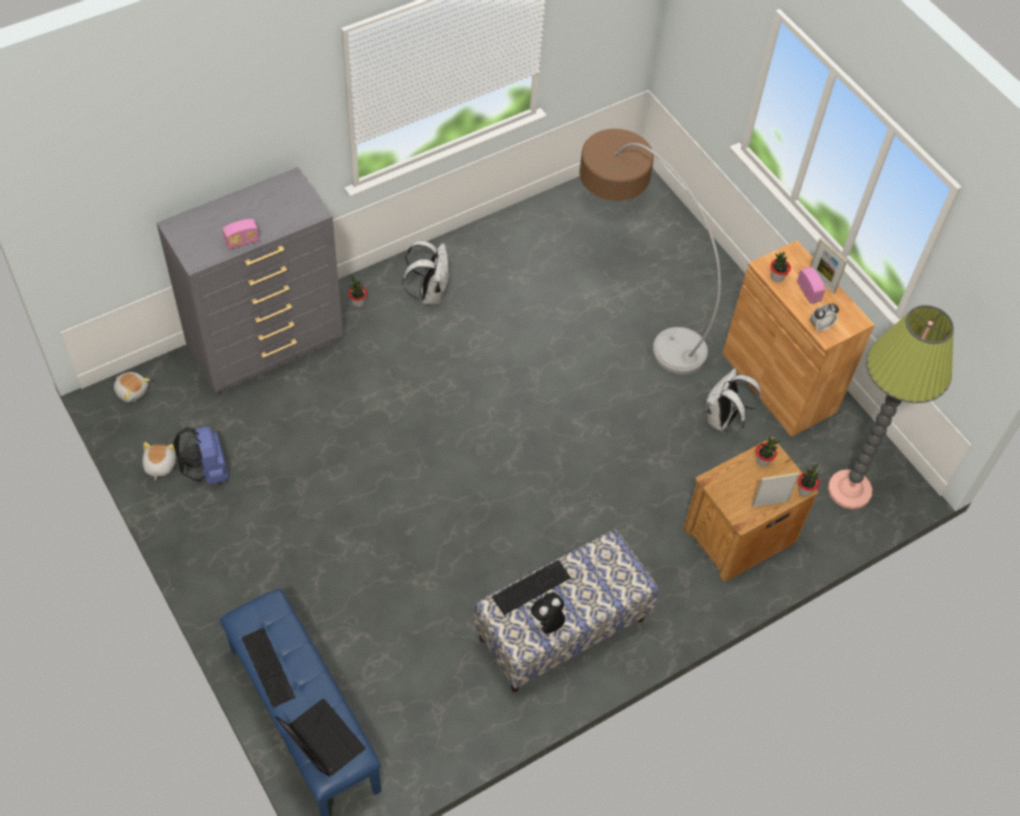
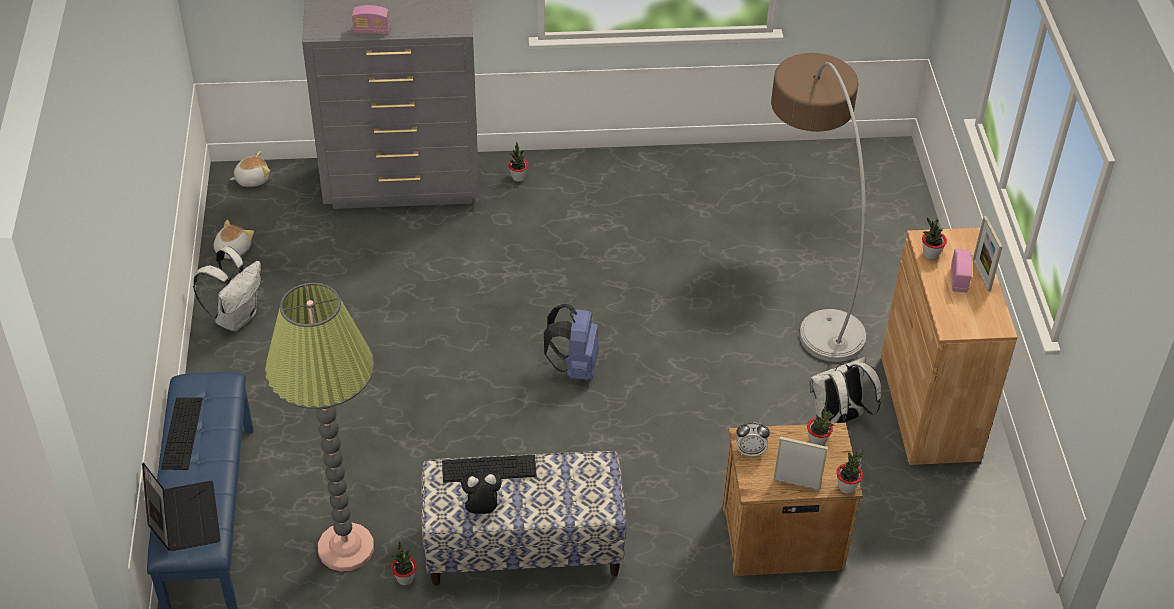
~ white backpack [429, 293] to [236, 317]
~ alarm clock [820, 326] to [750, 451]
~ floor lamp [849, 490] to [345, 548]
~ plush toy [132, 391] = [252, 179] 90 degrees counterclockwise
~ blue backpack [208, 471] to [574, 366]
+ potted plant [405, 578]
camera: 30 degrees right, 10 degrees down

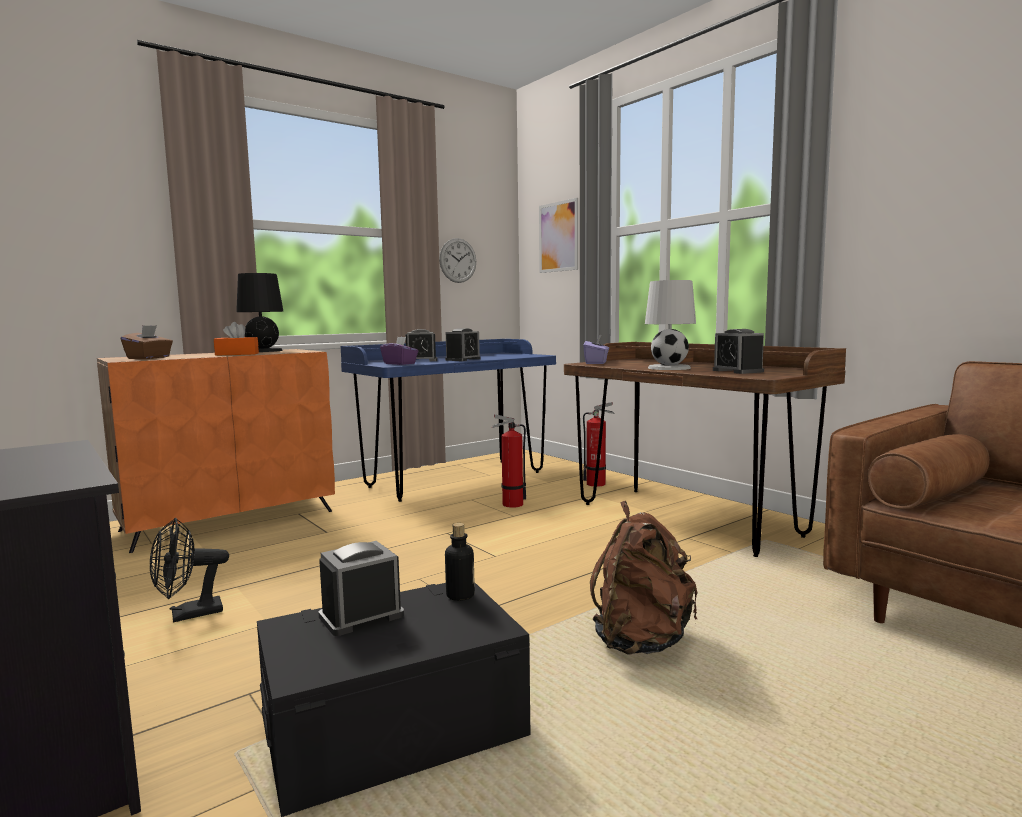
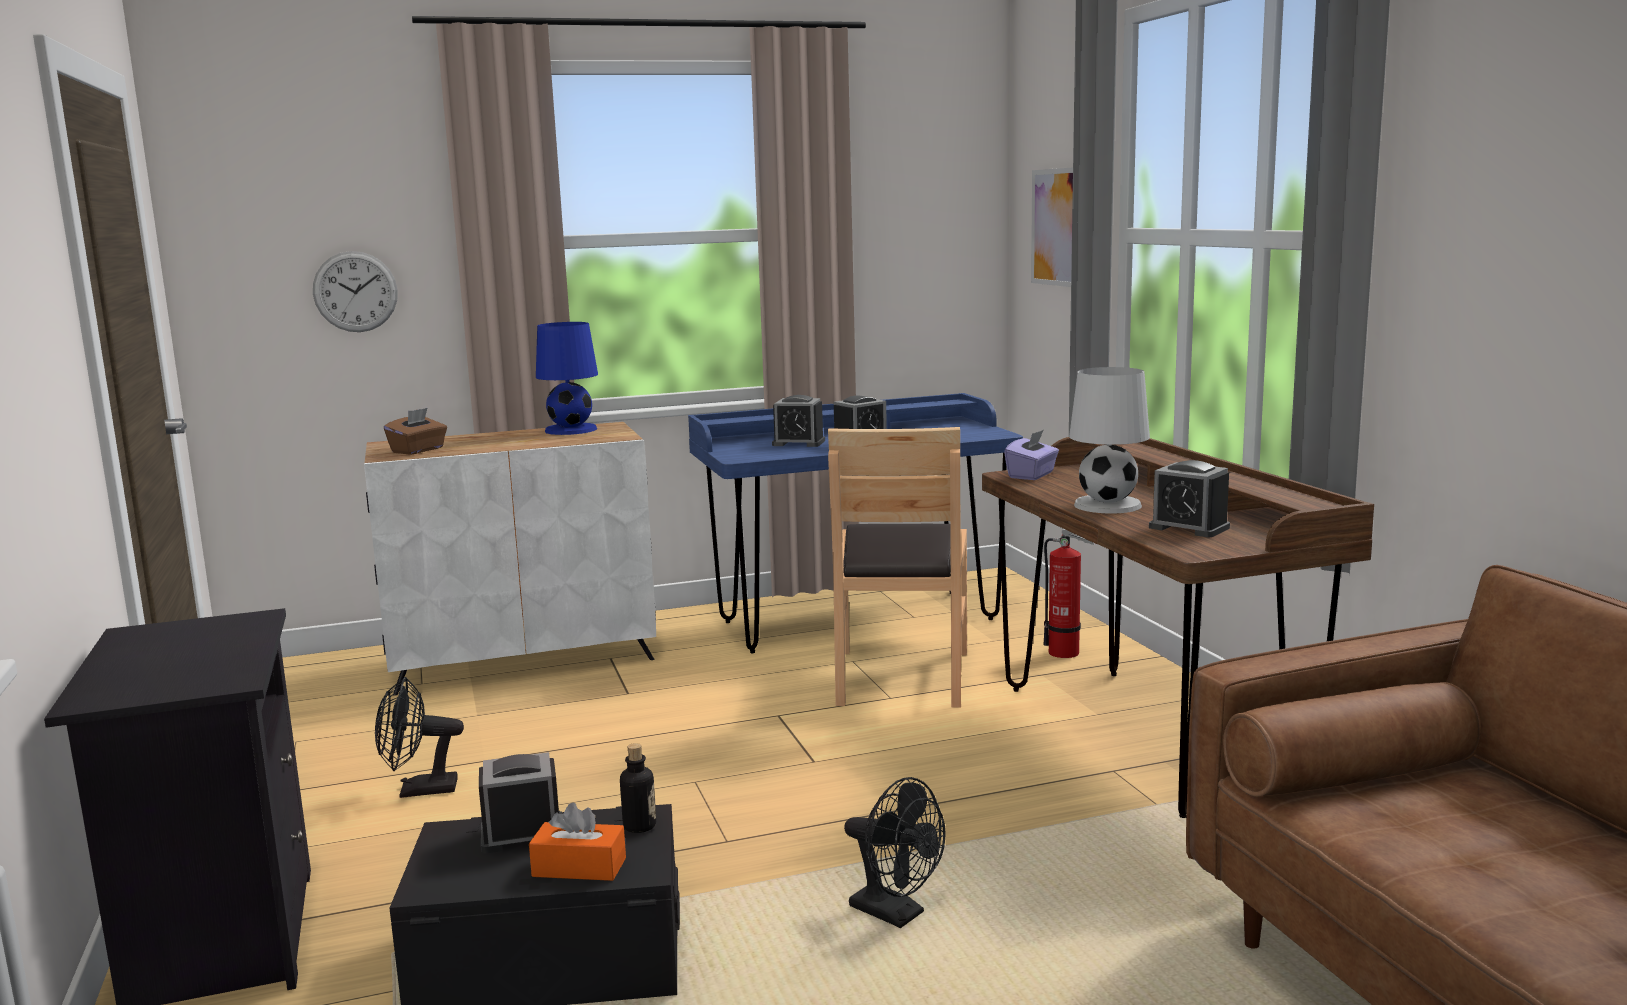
~ wall clock [458, 260] to [355, 291]
~ black table lamp [263, 351] to blue table lamp [571, 430]
~ orange tissue box [237, 354] to [579, 867]
~ alarm clock [737, 371] = [1189, 527] 45 degrees counterclockwise
- purple tissue box [400, 364]
~ orange cabinet [230, 520] to white cabinet [524, 659]
~ fire extinguisher [510, 504] to brown chair [900, 677]
~ brown backpack [641, 641] to black fan [896, 914]
camera: 20 degrees right, 5 degrees up

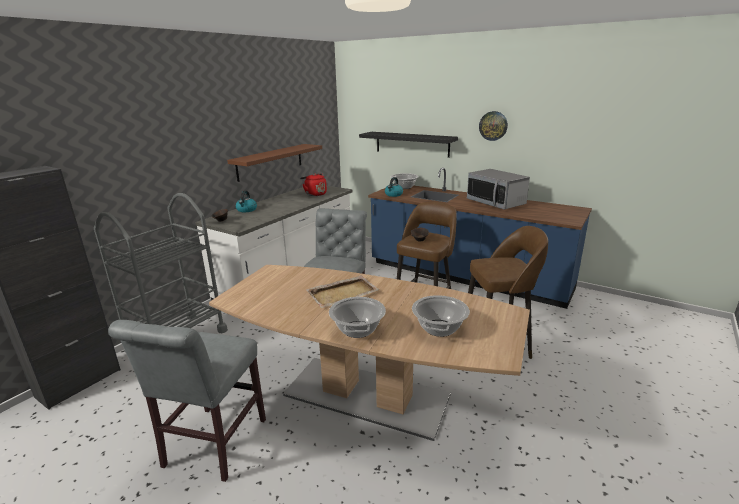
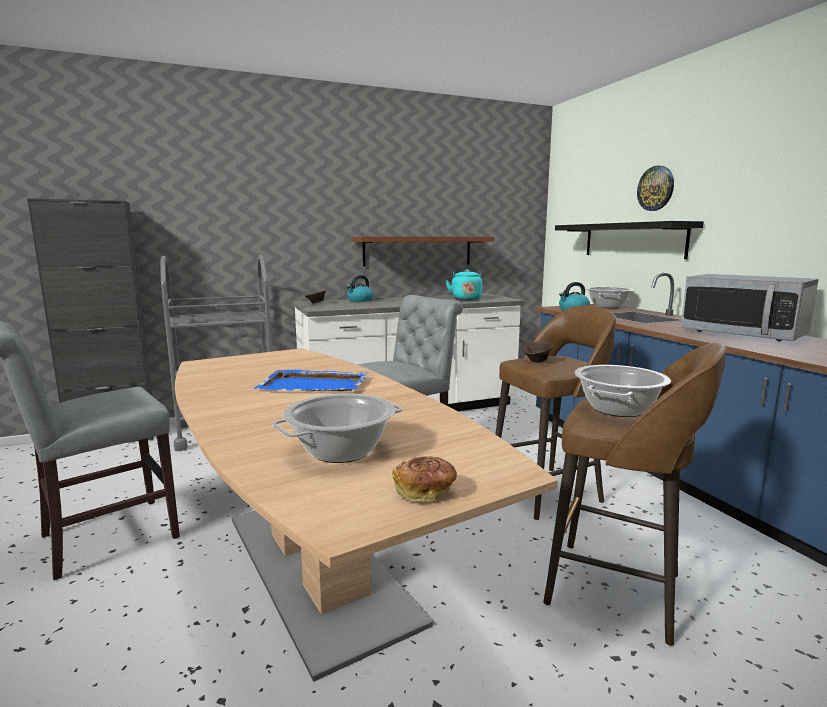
~ wall clock [493, 126] to [656, 188]
~ microwave [496, 203] = [743, 334] 45 degrees counterclockwise
~ red kettle [314, 194] to turquoise kettle [465, 299]
~ beige tray [343, 293] to blue tray [314, 385]
~ cooking pot [358, 329] to [618, 409]
+ bread [425, 492]
camera: 35 degrees right, 10 degrees down

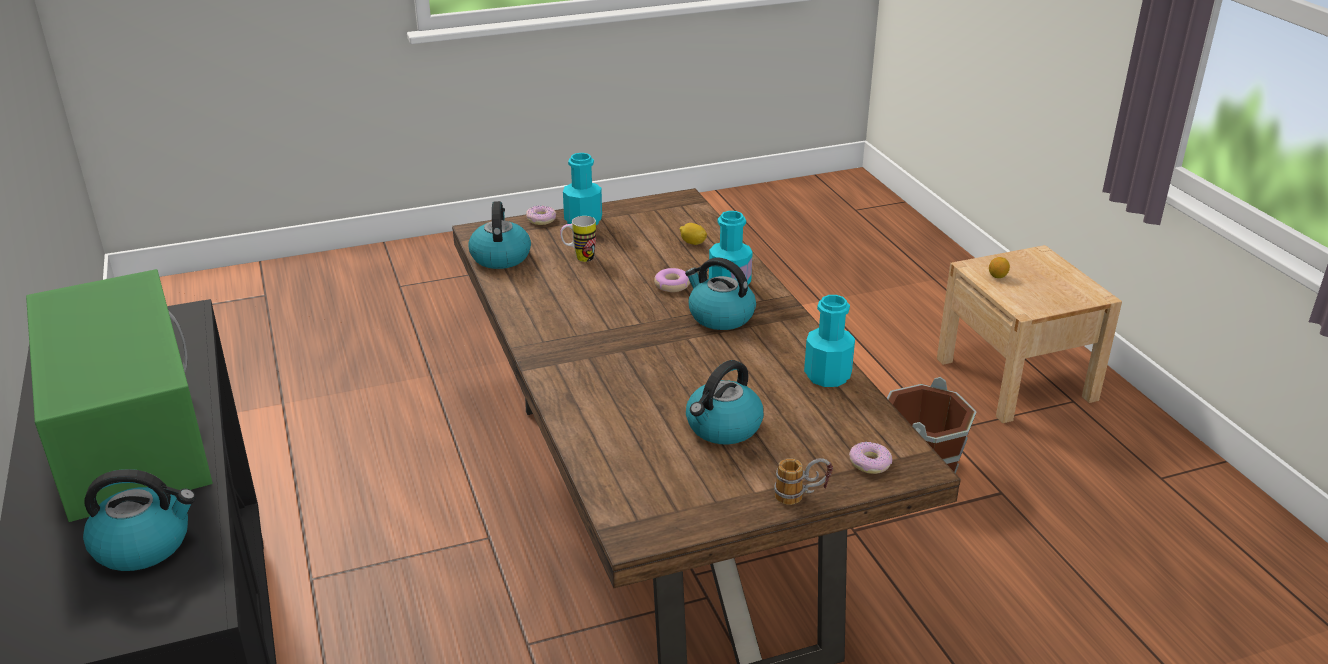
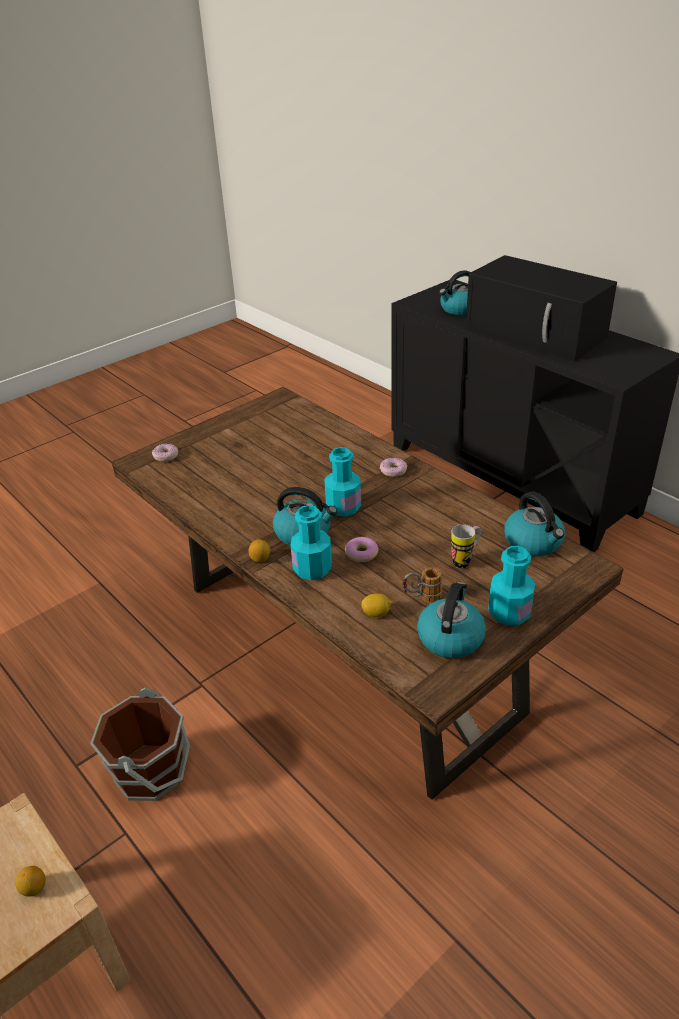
~ donut [541, 219] to [393, 471]
~ green microwave [127, 430] to black microwave [537, 333]
~ turquoise bottle [827, 375] to [343, 507]
~ kettle [723, 427] to [450, 637]
~ mug [801, 496] to [421, 597]
+ lemon [260, 559]
camera: 160 degrees right, 5 degrees up

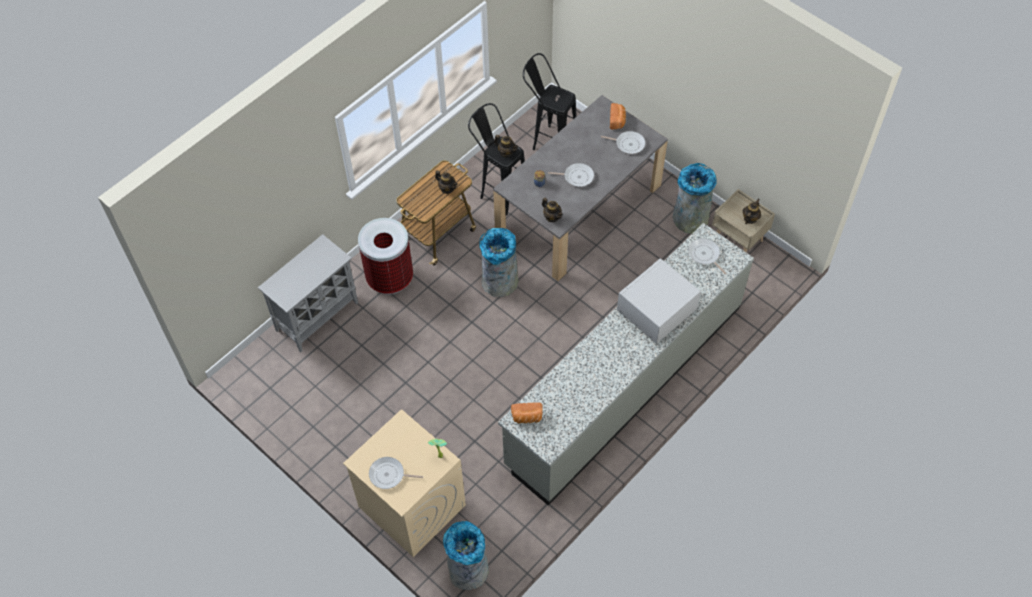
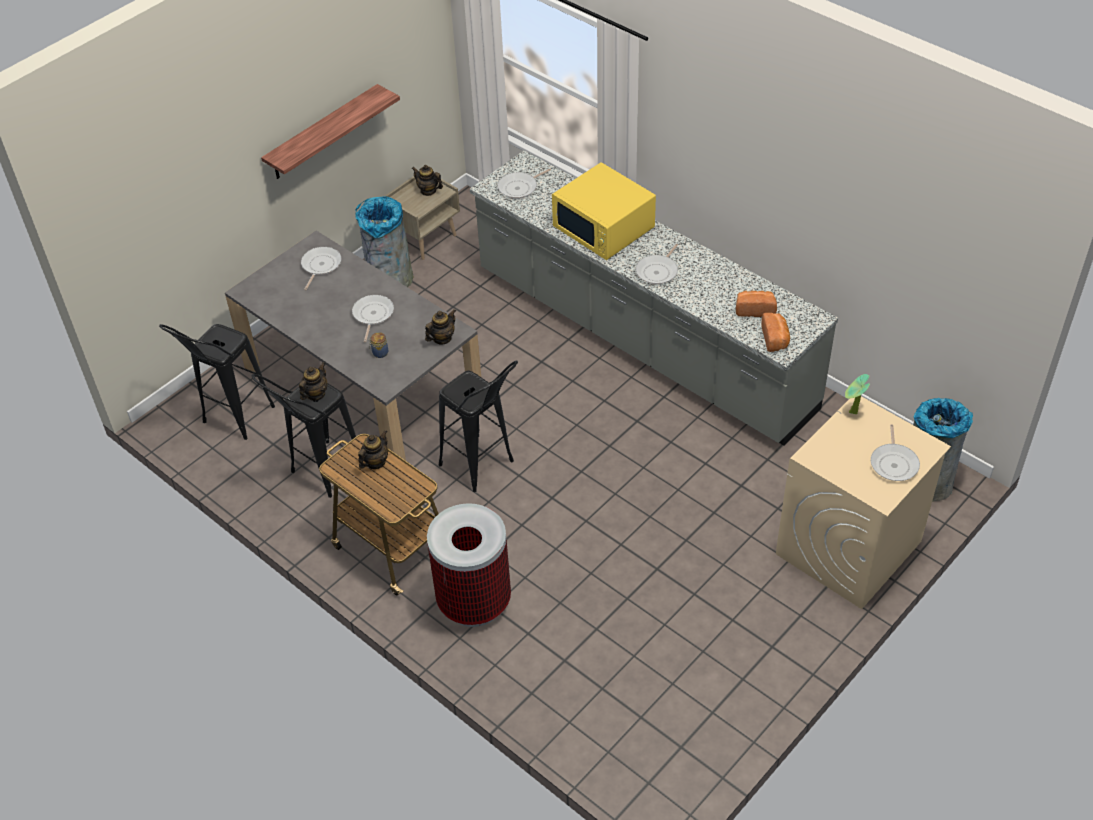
~ bread [617, 121] to [755, 309]
~ grey trash can [499, 282] to black stool [484, 469]
- grey cabinet [317, 316]
~ white microwave [656, 310] to yellow microwave [604, 228]
+ shelf [323, 133]
+ frying pan [658, 271]
camera: 90 degrees left, 10 degrees down

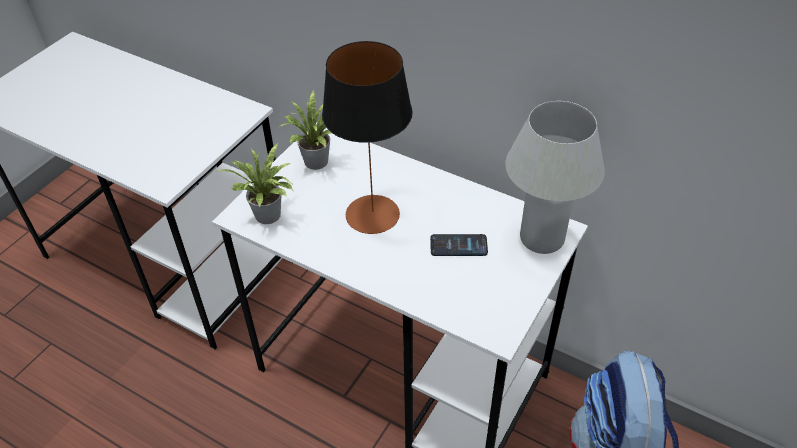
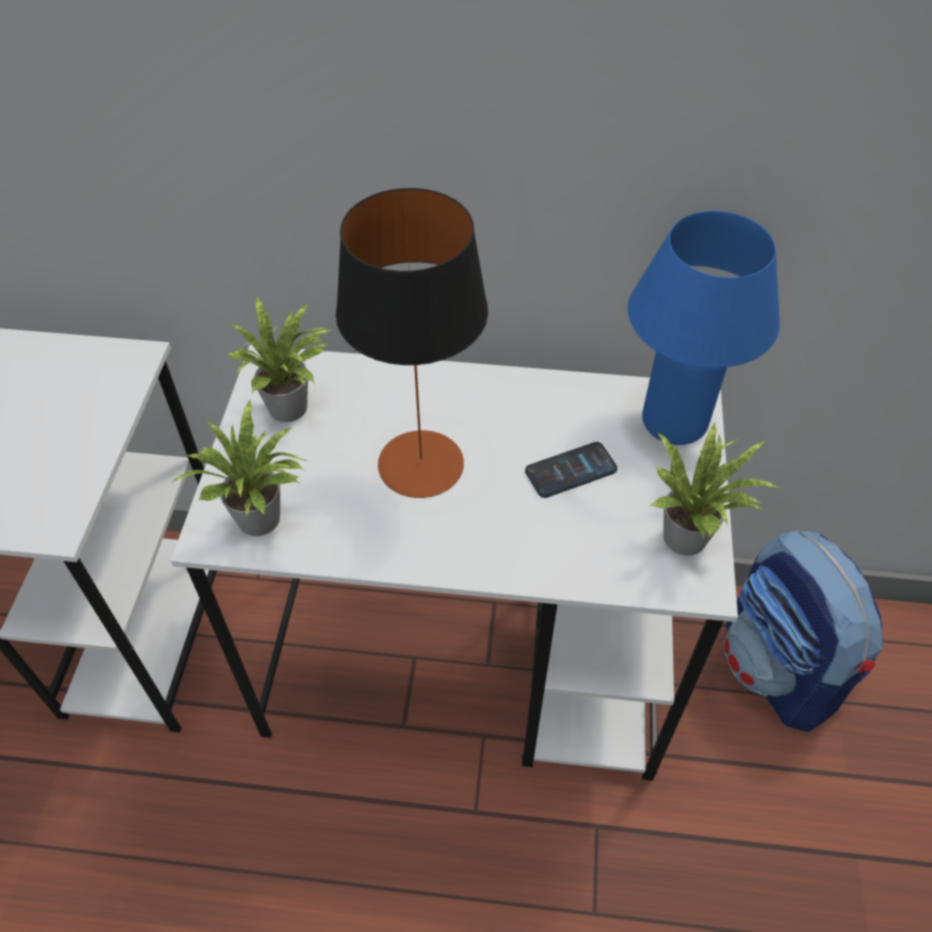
~ white table lamp [541, 238] to blue table lamp [674, 422]
+ potted plant [690, 536]
camera: 25 degrees left, 5 degrees up

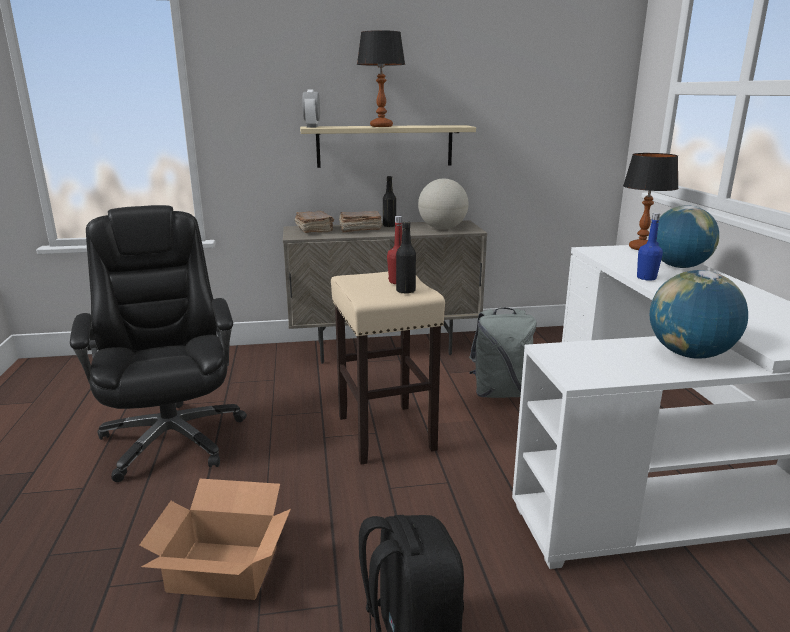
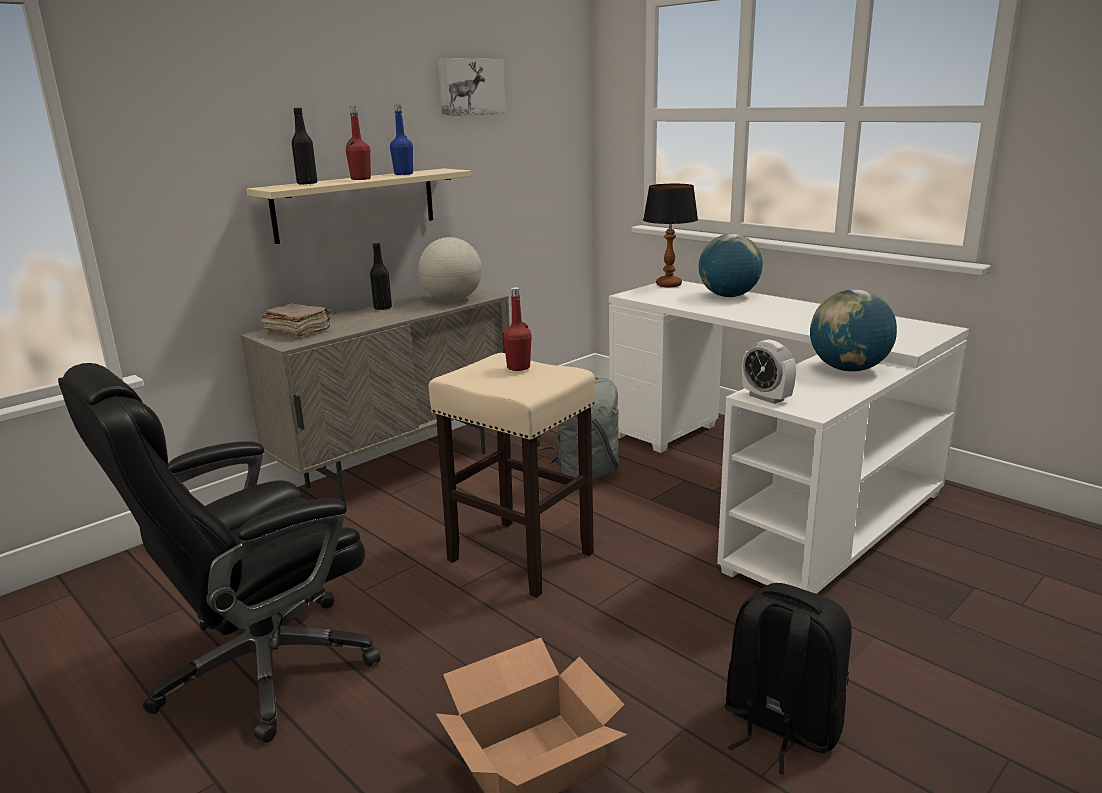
~ table lamp [381, 126] to red bottle [361, 179]
~ alarm clock [312, 127] to [766, 397]
~ black office chair [172, 437] = [260, 668] 75 degrees counterclockwise
- brown book [359, 229]
~ blue bottle [646, 278] to [403, 174]
~ black bottle [405, 291] to [307, 184]
+ picture [470, 87]
camera: 35 degrees left, 0 degrees up

